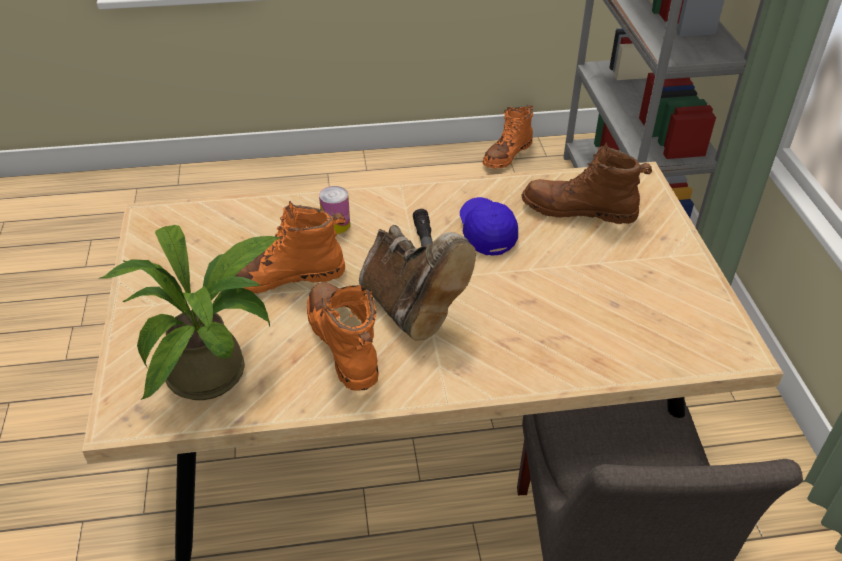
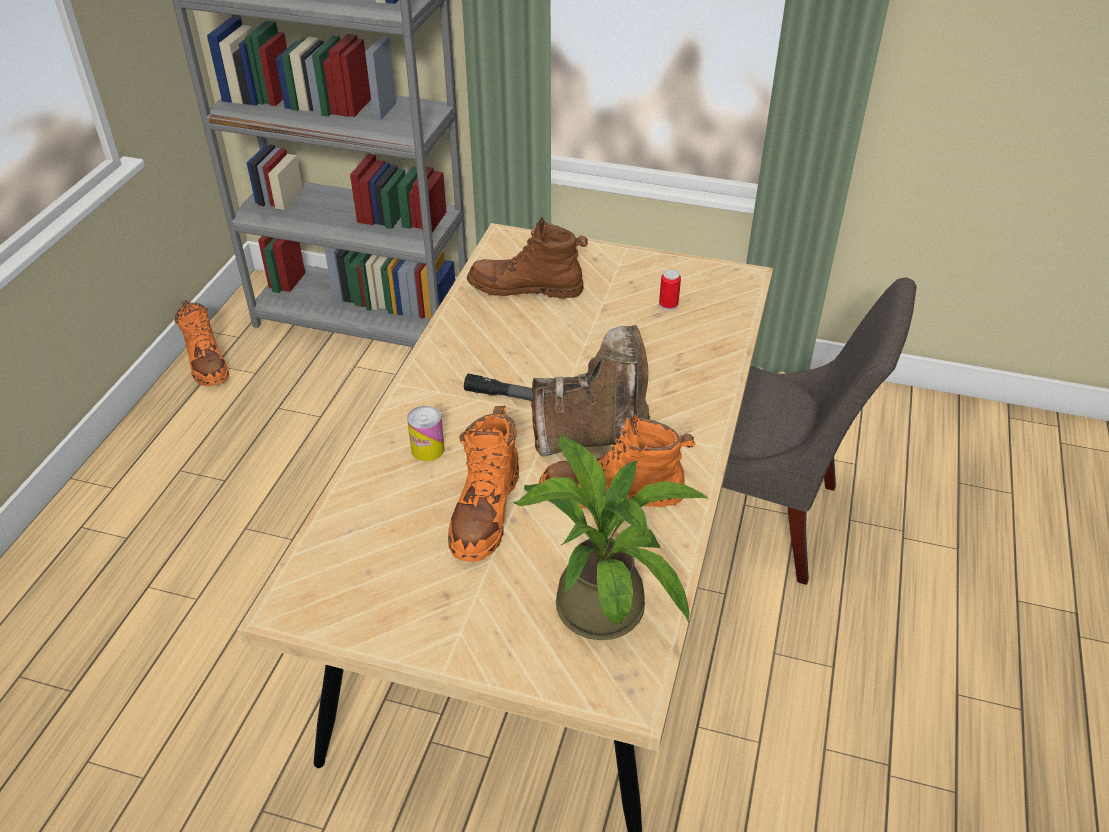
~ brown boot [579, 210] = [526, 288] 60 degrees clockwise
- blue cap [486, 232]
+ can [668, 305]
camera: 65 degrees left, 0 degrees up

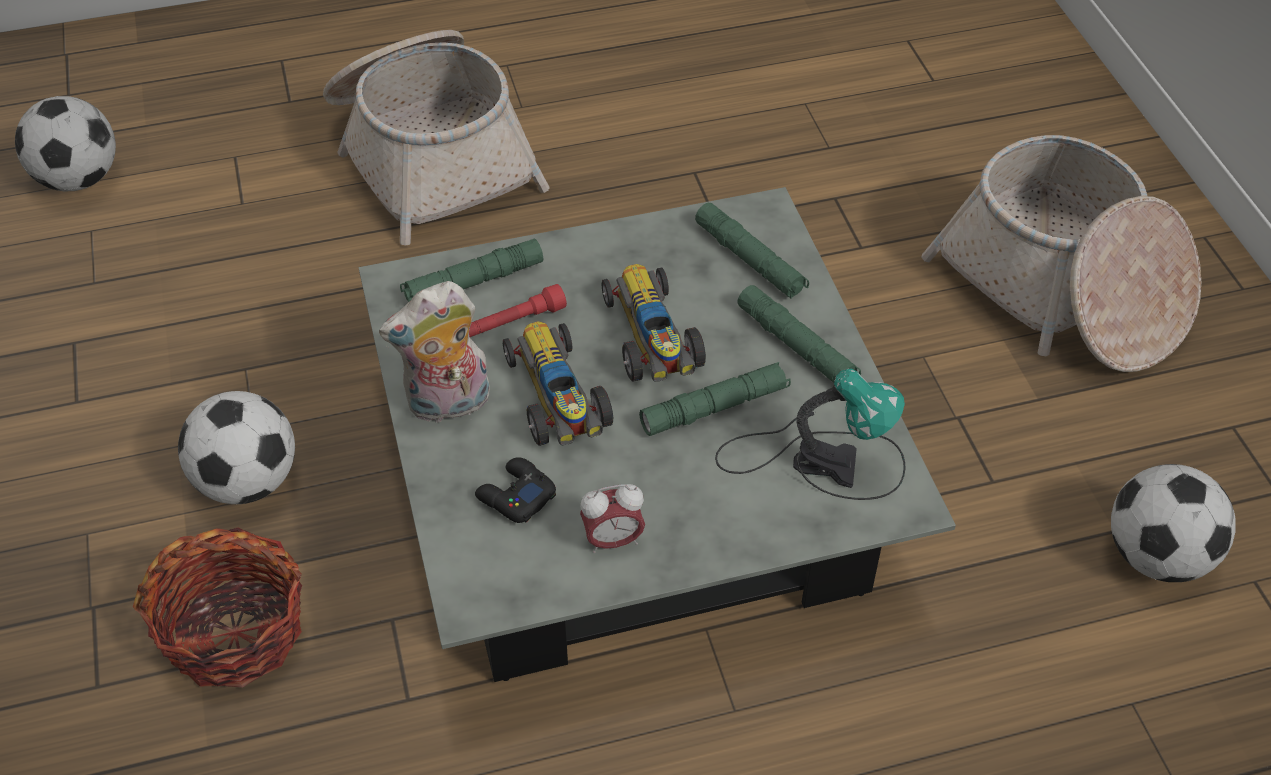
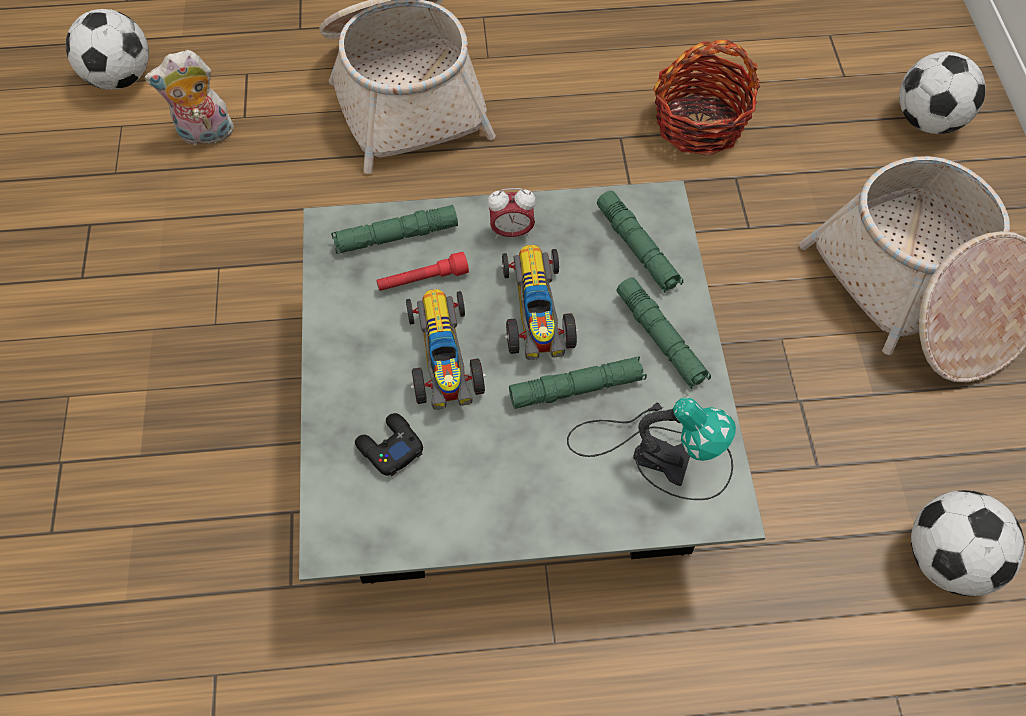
~ plush toy [448, 405] to [205, 135]
~ football [248, 481] to [927, 121]
~ alarm clock [613, 540] to [511, 232]
~ basket [235, 631] to [699, 124]
camera: 10 degrees right, 10 degrees up

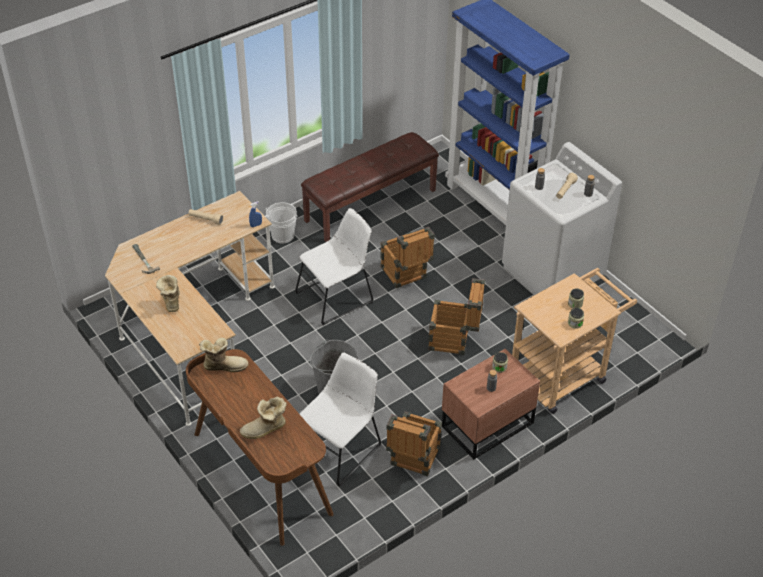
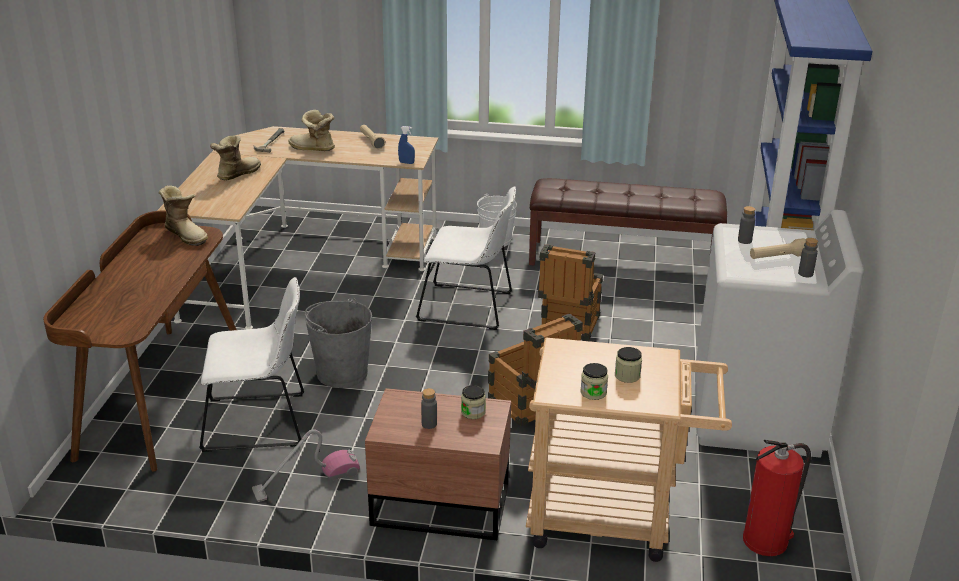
~ boot [265, 430] to [312, 149]
~ crate [412, 460] to vacuum cleaner [306, 481]
+ fire extinguisher [766, 540]
camera: 45 degrees right, 15 degrees down

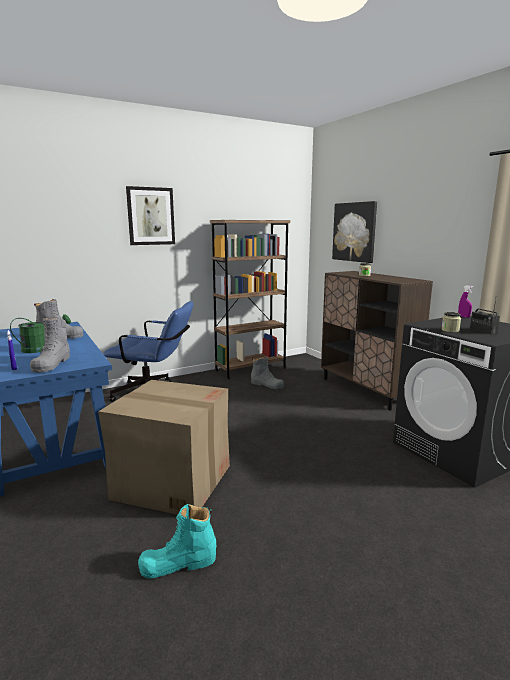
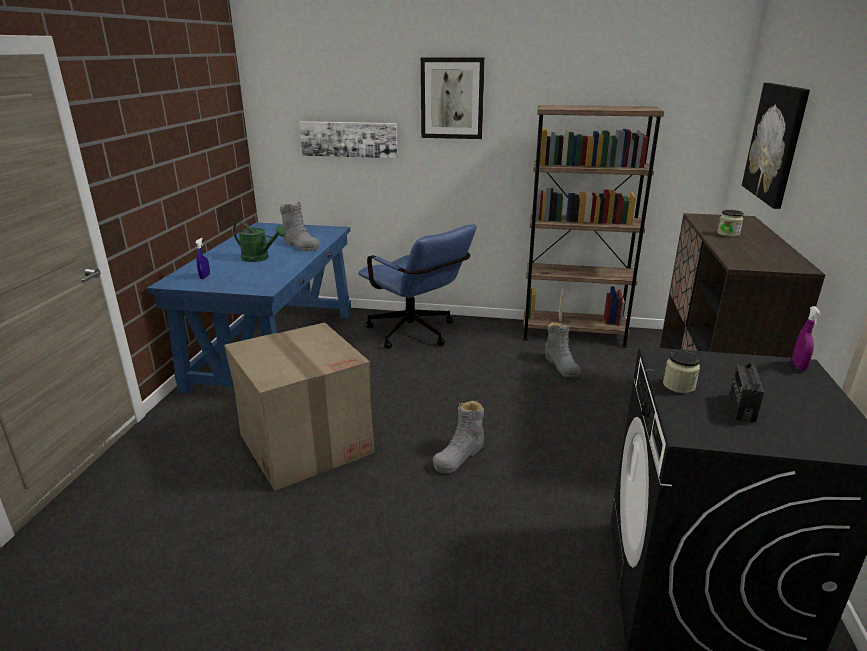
~ grey boot [52, 364] to [459, 456]
- turquoise boot [178, 563]
+ picture [349, 139]
camera: 40 degrees right, 10 degrees up

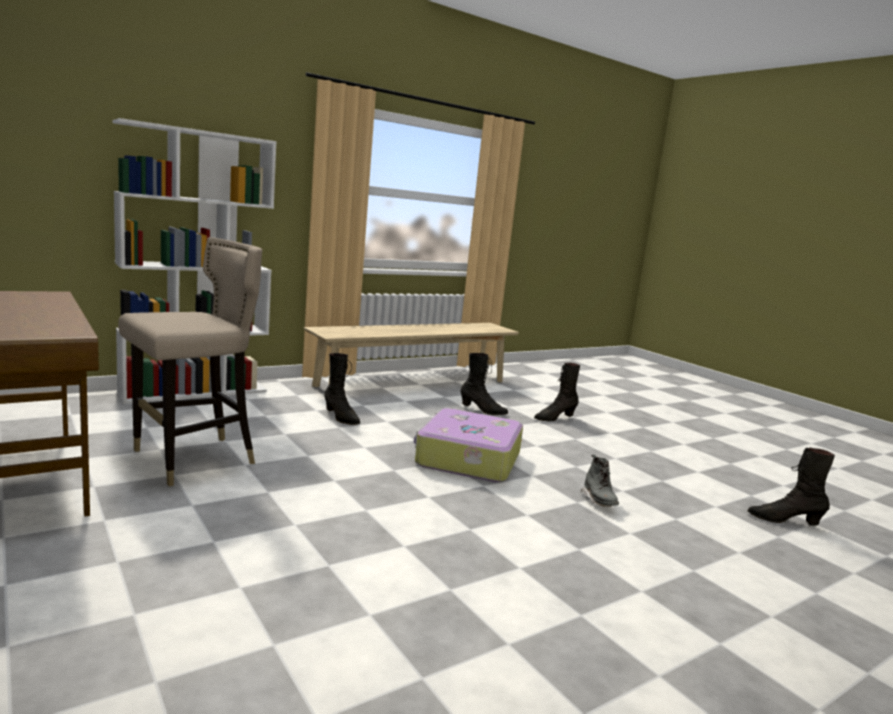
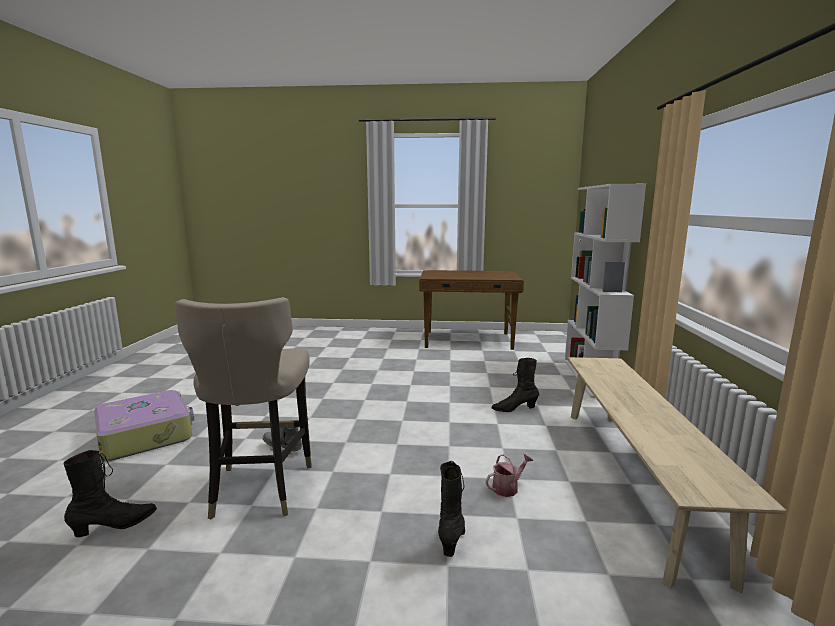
~ beige stool [193, 460] to [260, 488]
~ black boot [482, 410] to watering can [508, 487]
~ suitcase [467, 459] to [146, 435]
camera: 130 degrees right, 0 degrees up

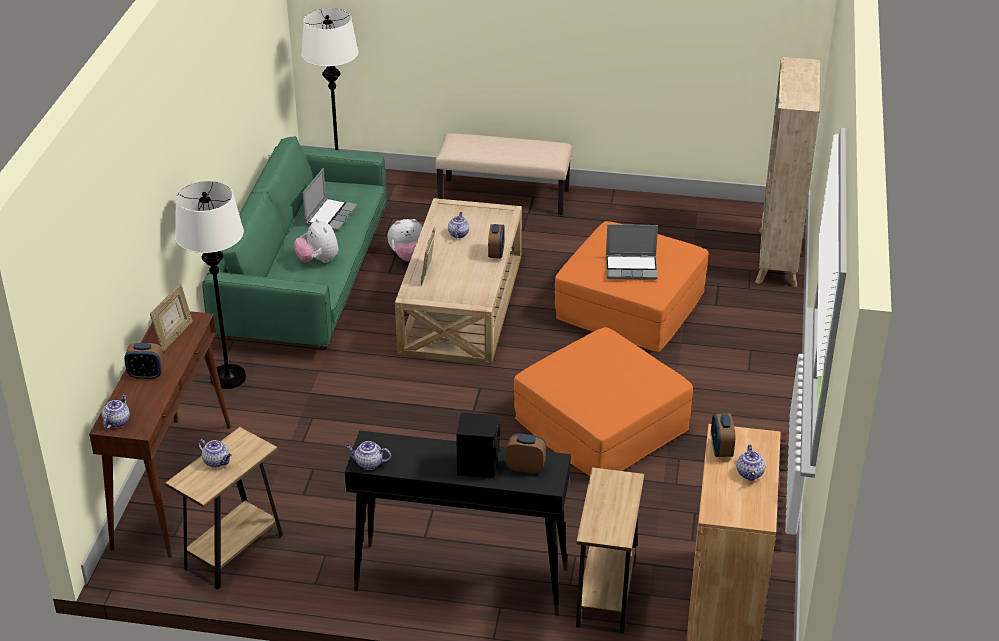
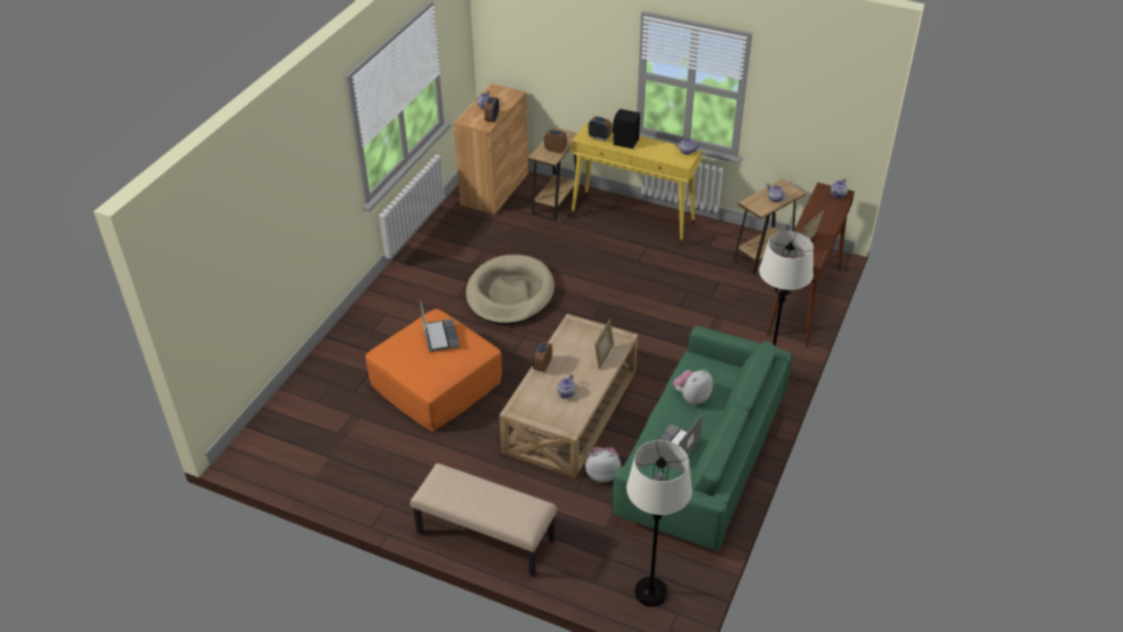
- beige bookcase [777, 258]
~ plush toy [318, 260] = [692, 397] 120 degrees counterclockwise
~ laptop [632, 268] = [440, 336] 60 degrees clockwise
~ orange ottoman [600, 424] to beige dog bed [510, 294]
~ alarm clock [146, 375] to [555, 150]
~ black console table [460, 579] to yellow console table [633, 221]
camera: 165 degrees left, 5 degrees up

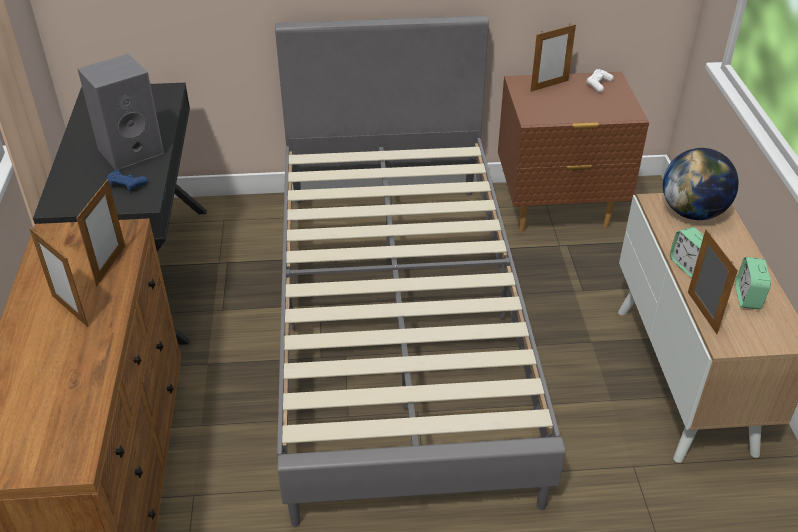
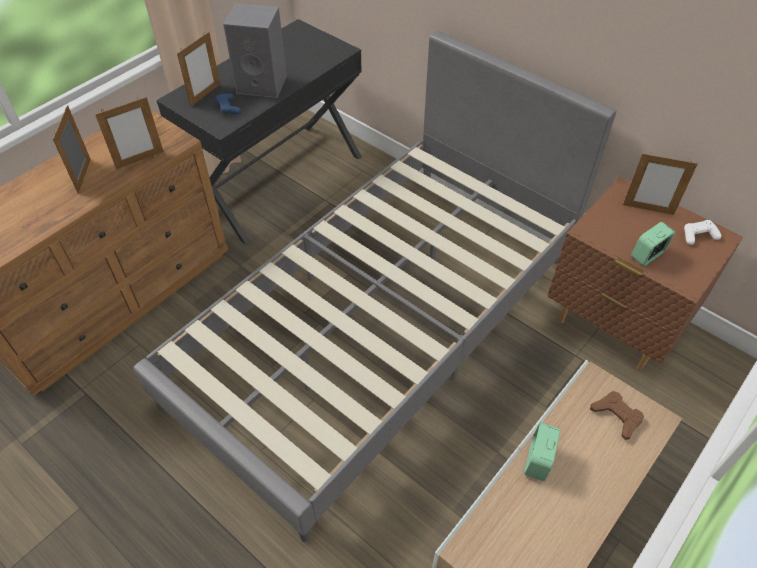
~ globe [692, 212] to brown game controller [616, 416]
~ picture frame [702, 312] to [205, 95]
~ alarm clock [747, 297] to [647, 255]
camera: 45 degrees right, 10 degrees up

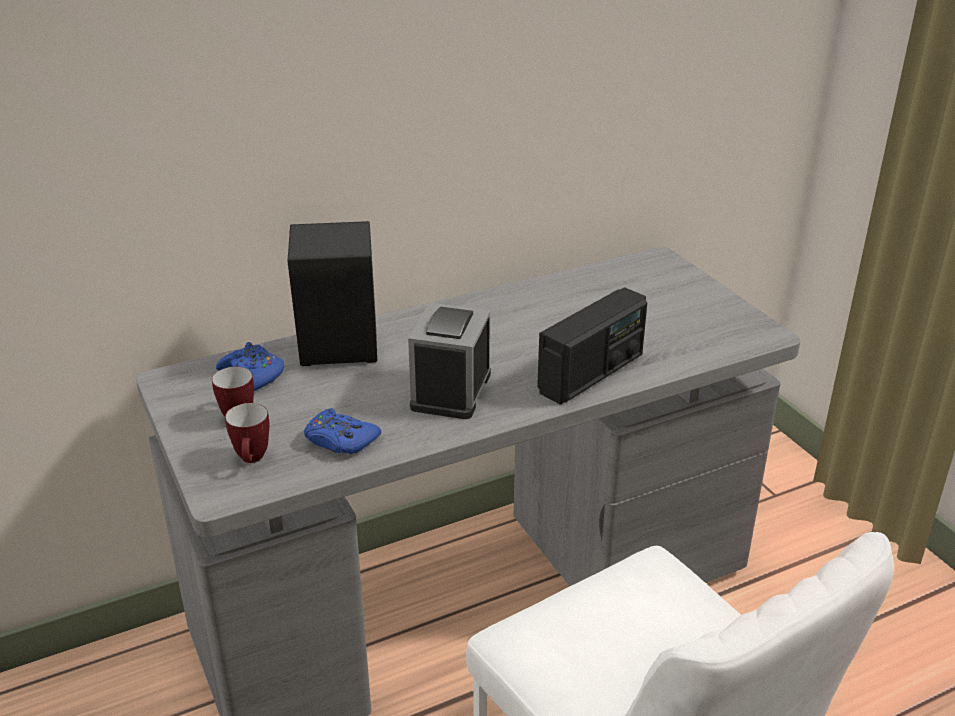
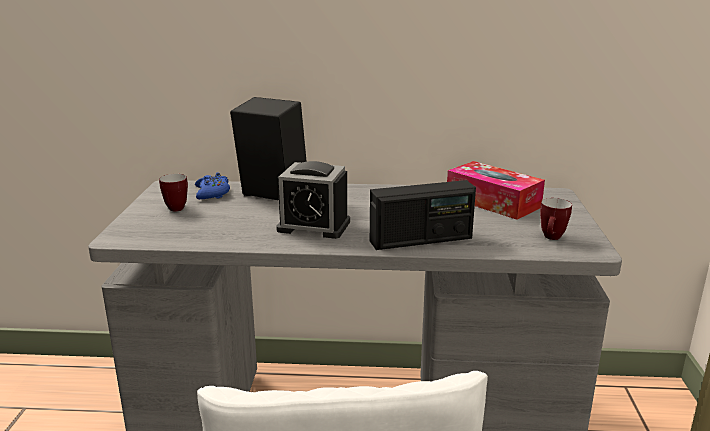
~ alarm clock [451, 391] = [313, 226] 120 degrees counterclockwise
~ mug [252, 460] to [552, 238]
- blue game controller [340, 440]
+ tissue box [492, 202]
camera: 30 degrees right, 10 degrees down

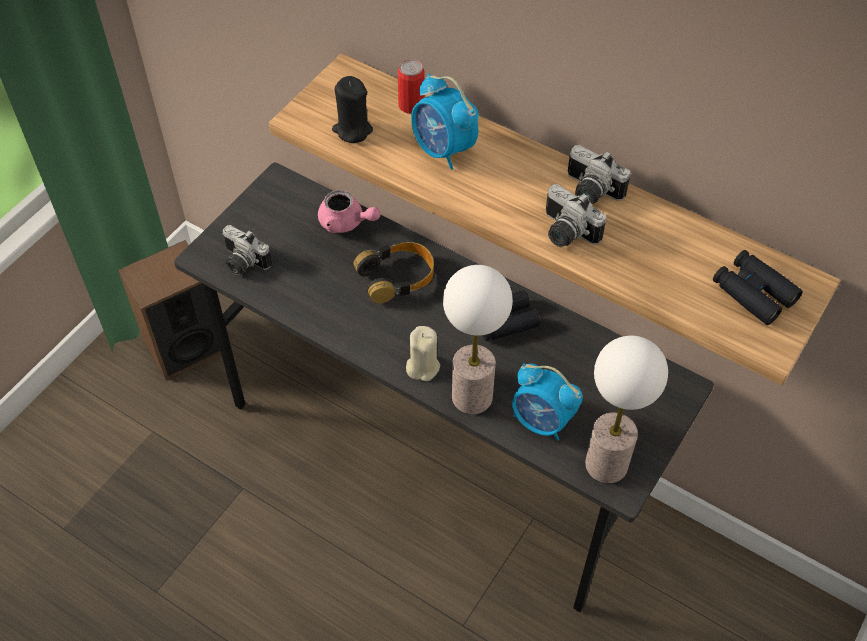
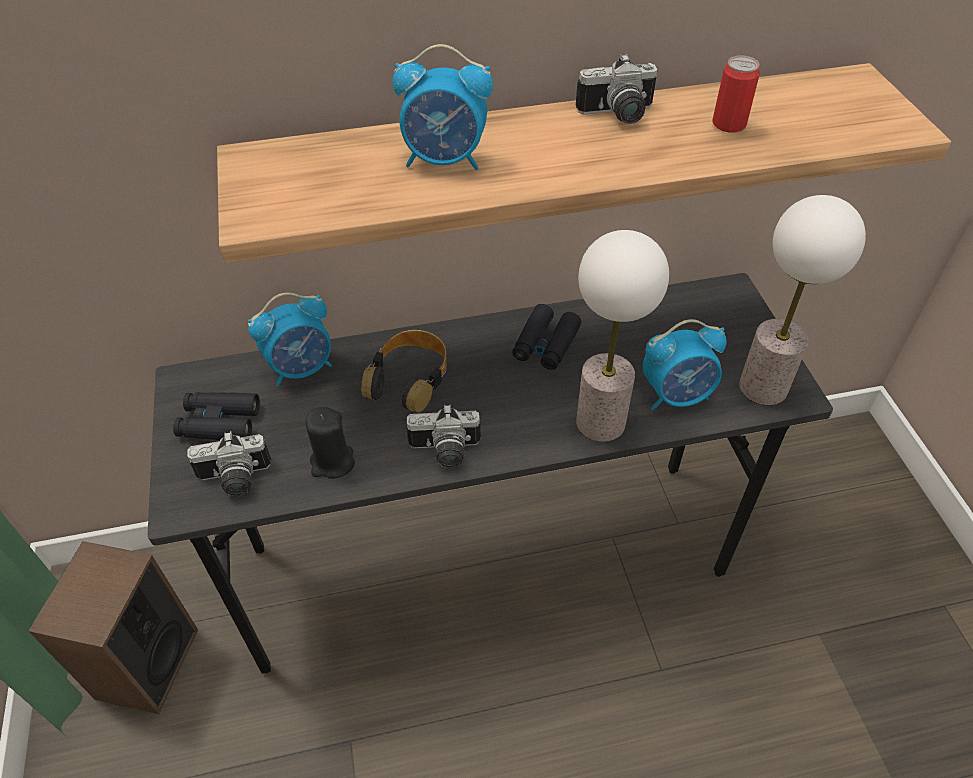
~ can [411, 105] to [729, 124]
~ black candle [352, 130] to [332, 462]
~ photo camera [565, 233] to [445, 452]
~ pink teapot [346, 222] to alarm clock [301, 368]
~ black binoculars [753, 292] to [219, 422]
- beige candle [422, 366]
camera: 45 degrees left, 5 degrees down

